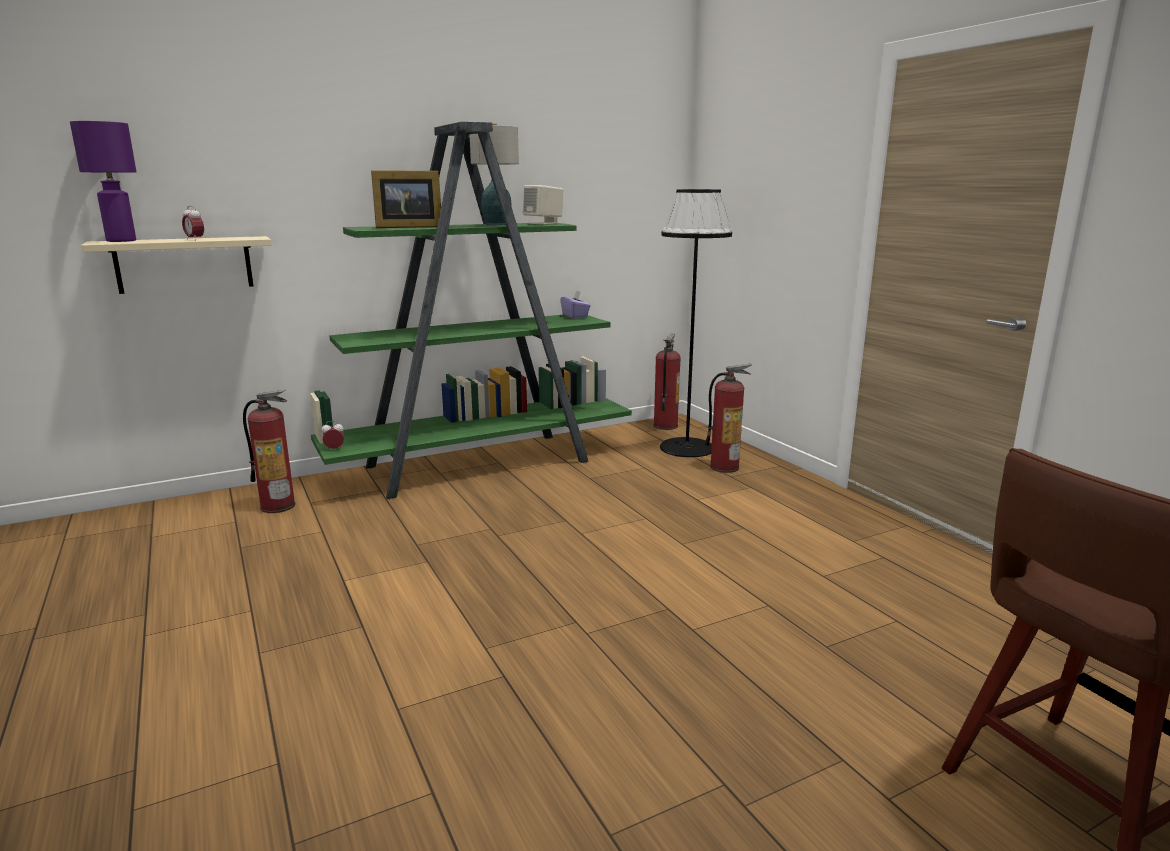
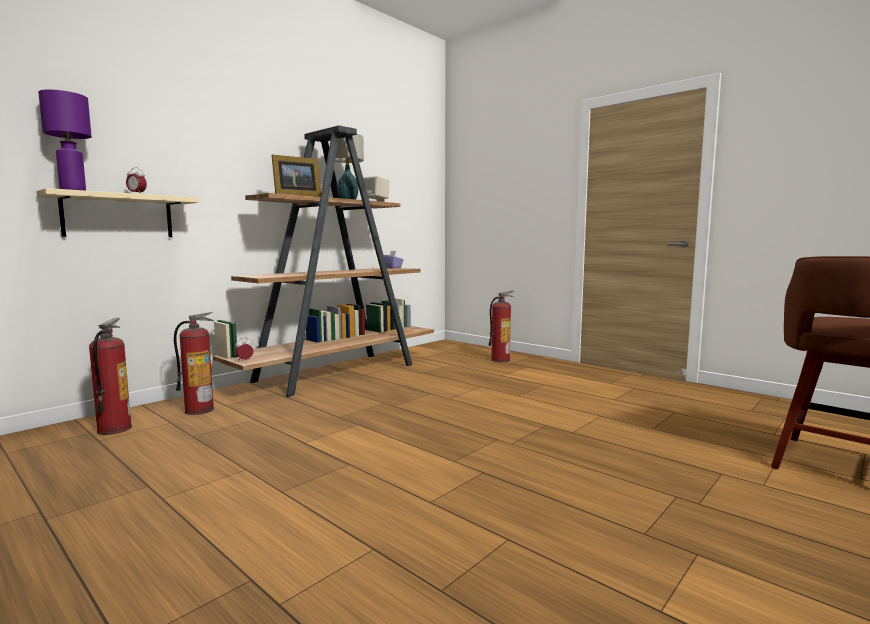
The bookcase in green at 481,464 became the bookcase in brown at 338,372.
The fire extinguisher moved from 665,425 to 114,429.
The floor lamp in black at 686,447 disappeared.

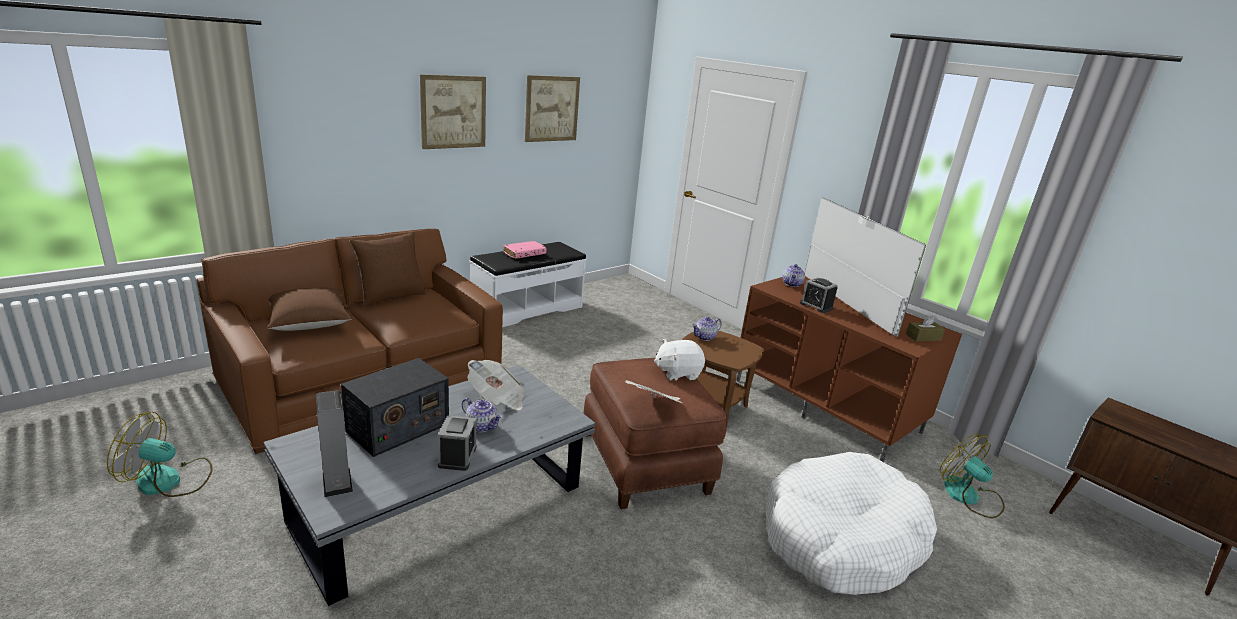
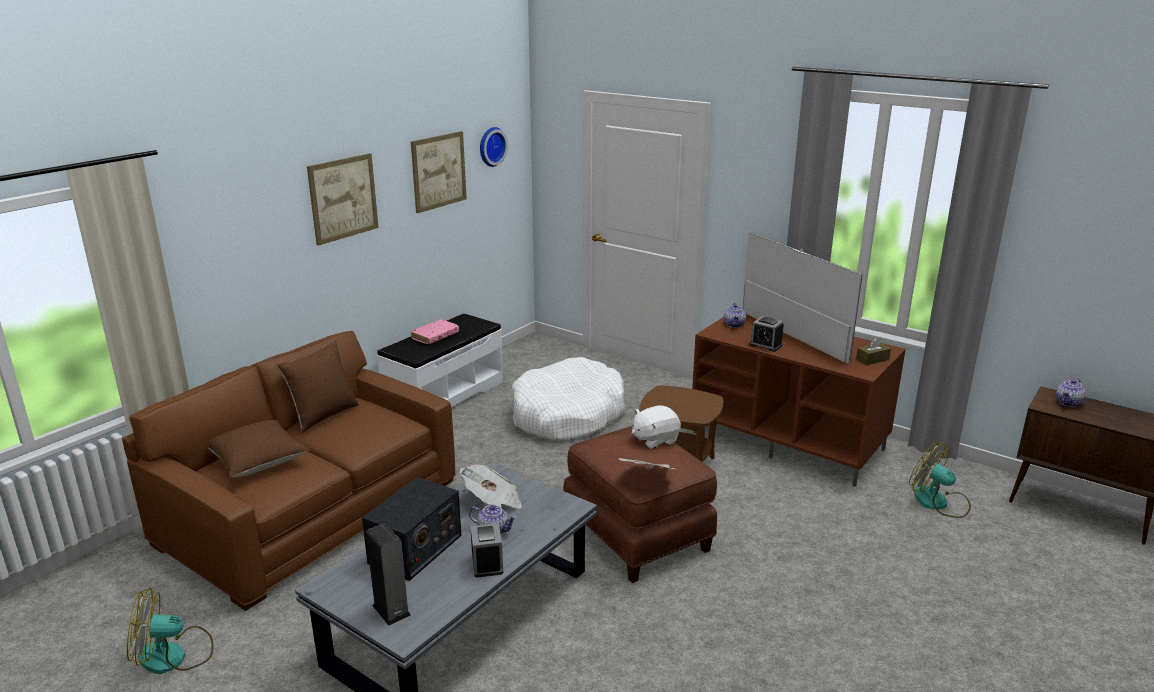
The teapot moved from 705,337 to 1068,403.
The dog bed in white moved from 841,538 to 567,415.
The wall clock at 490,146 appeared.

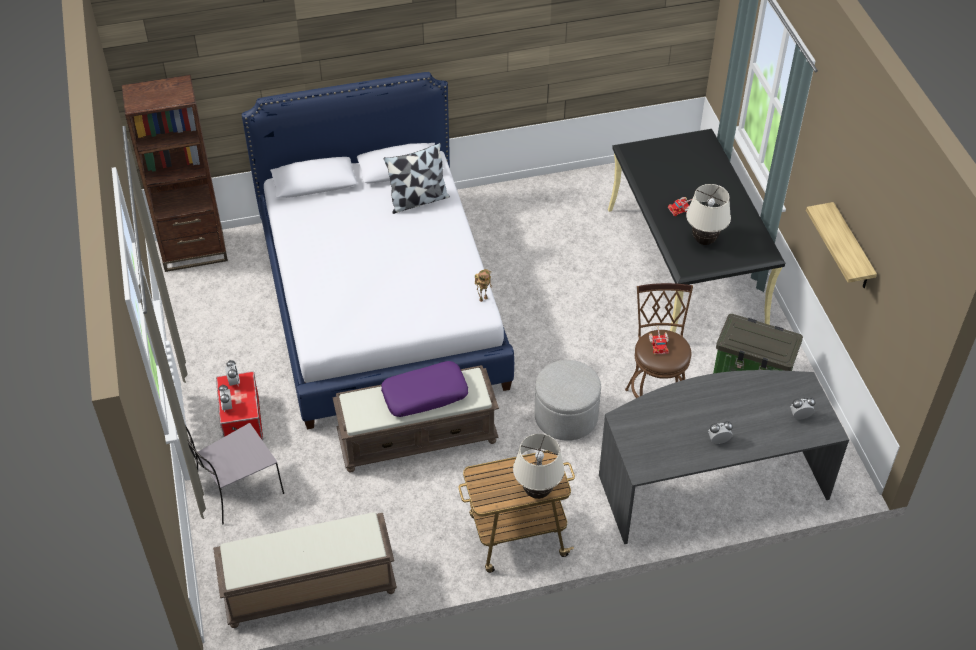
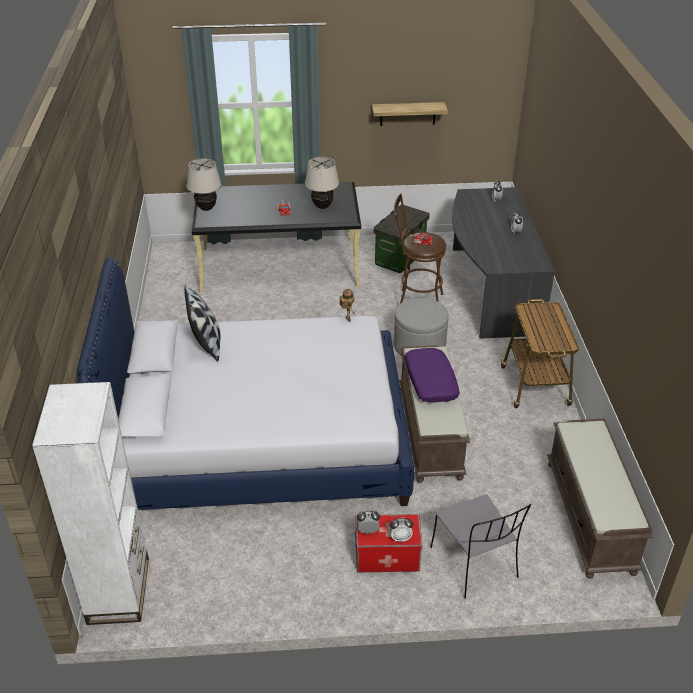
The bookcase in brown at 194,251 became the bookcase in white at 119,591.
The table lamp in beige moved from 537,492 to 206,208.

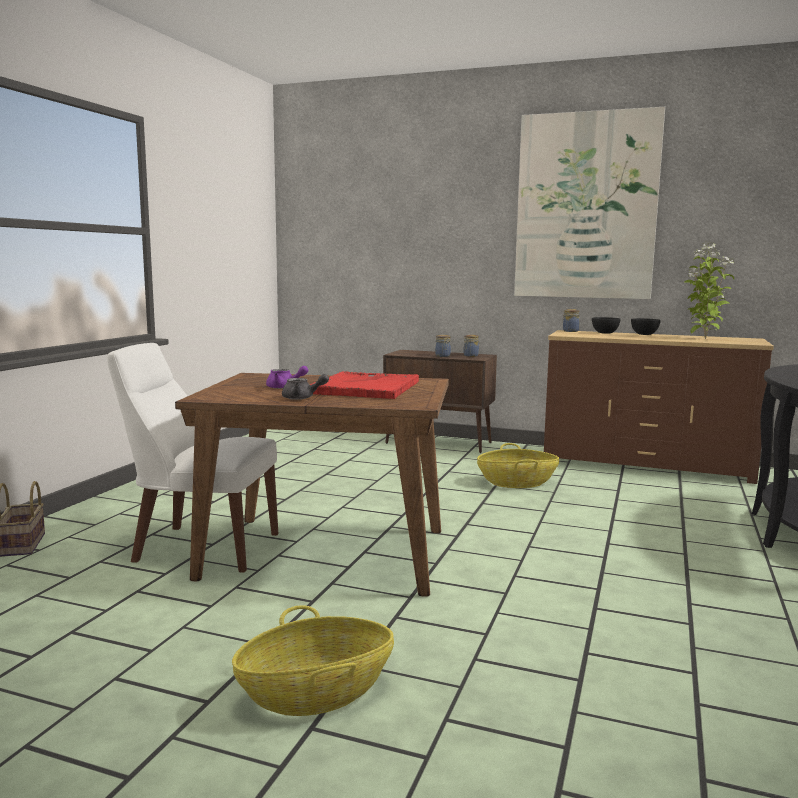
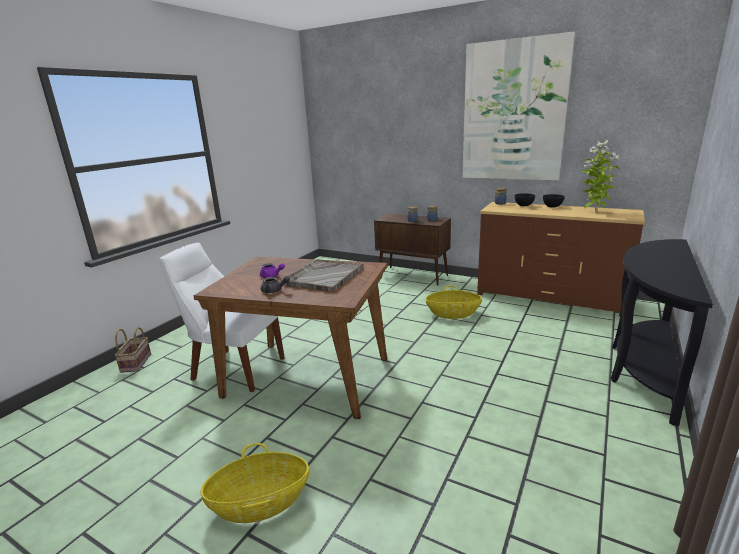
The tray in red at 366,388 became the tray in grey at 324,276.

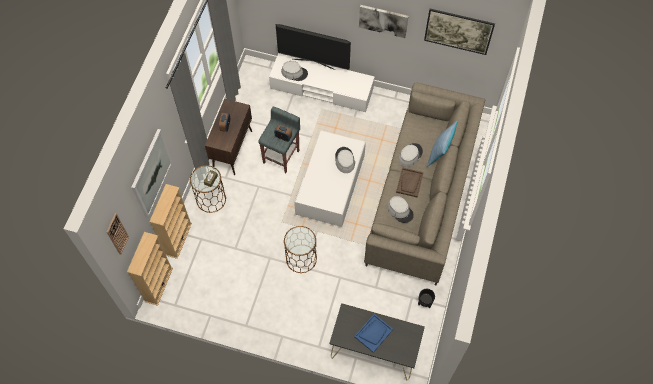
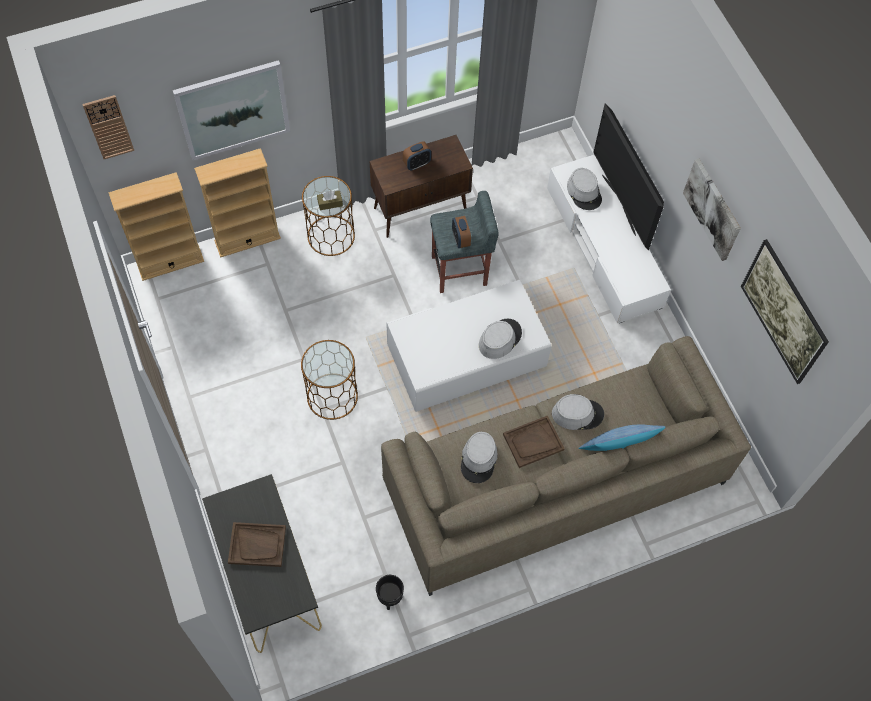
The tray in blue at 373,333 became the tray in brown at 257,545.

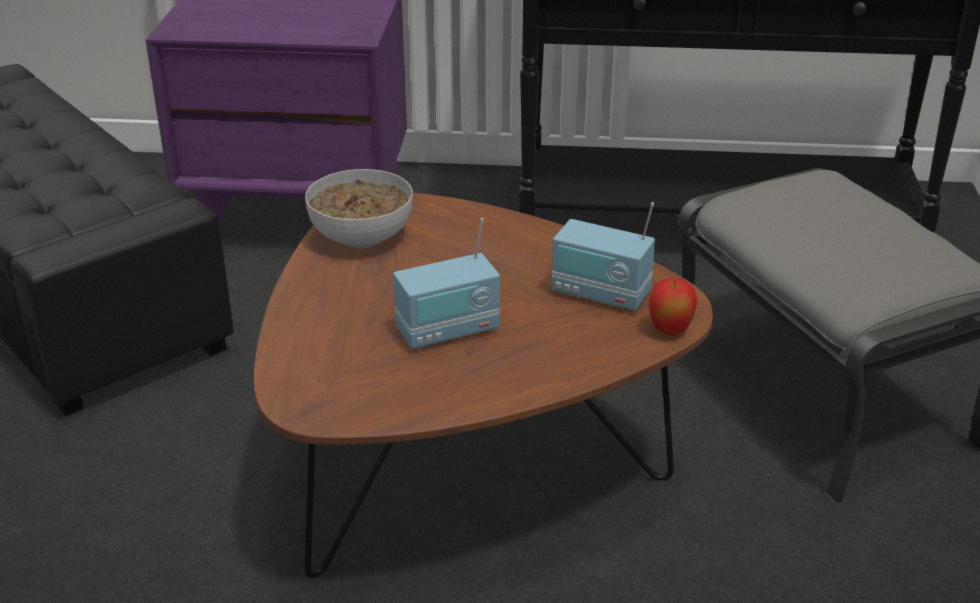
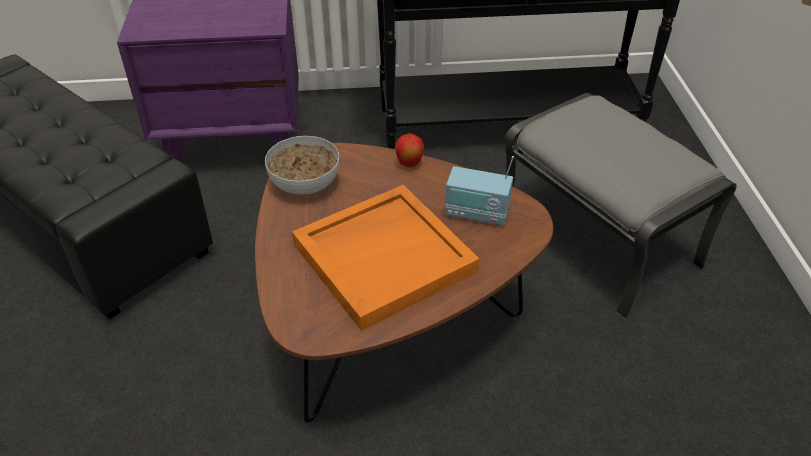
The radio at 448,331 was replaced by the tray in orange at 384,257.
The apple moved from 670,331 to 409,164.

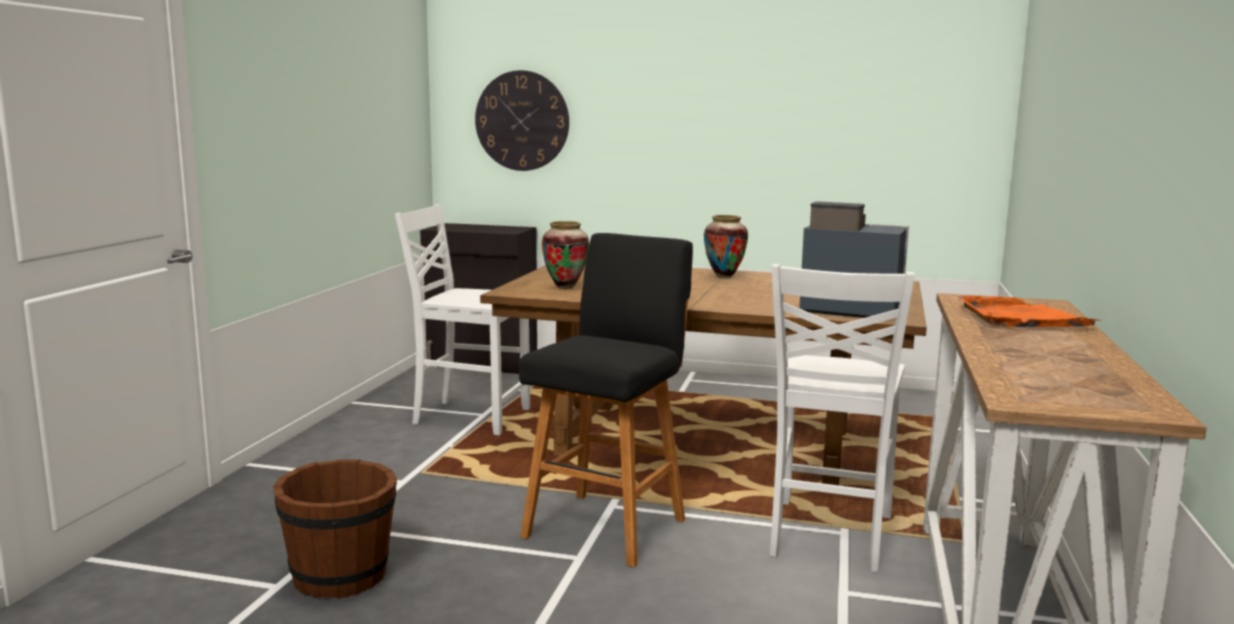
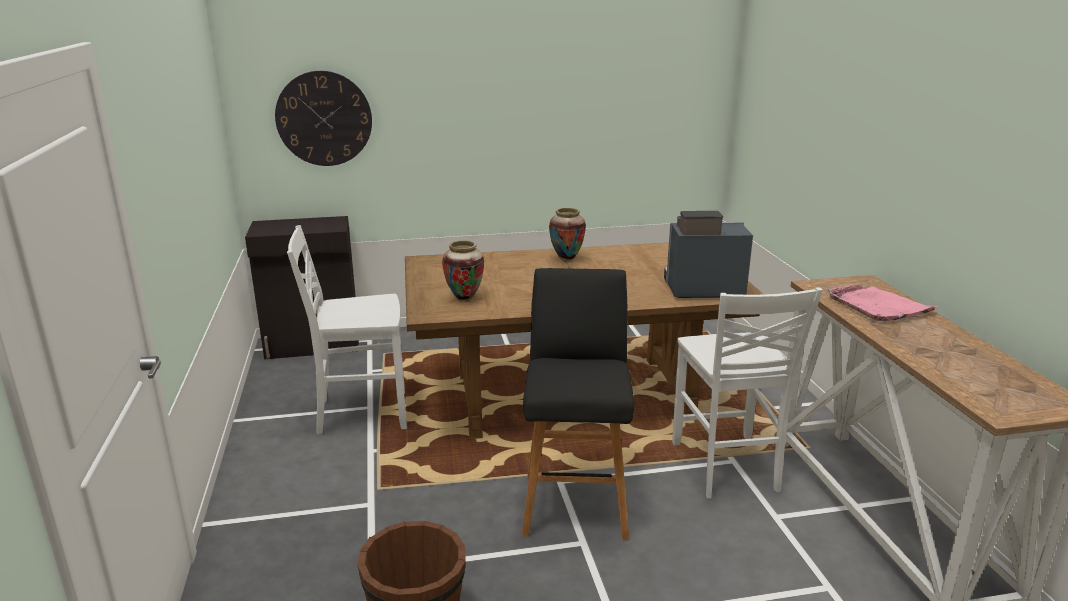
The tray in orange at 1021,318 became the tray in pink at 878,306.

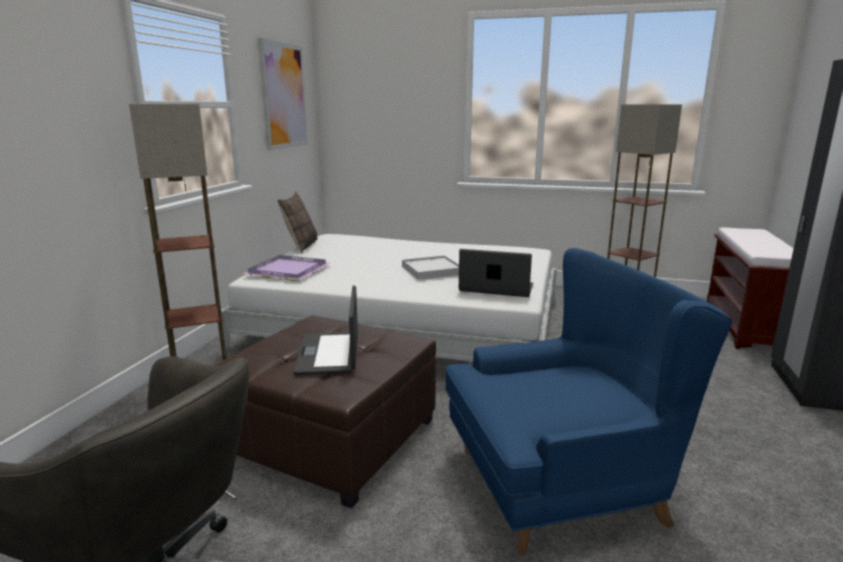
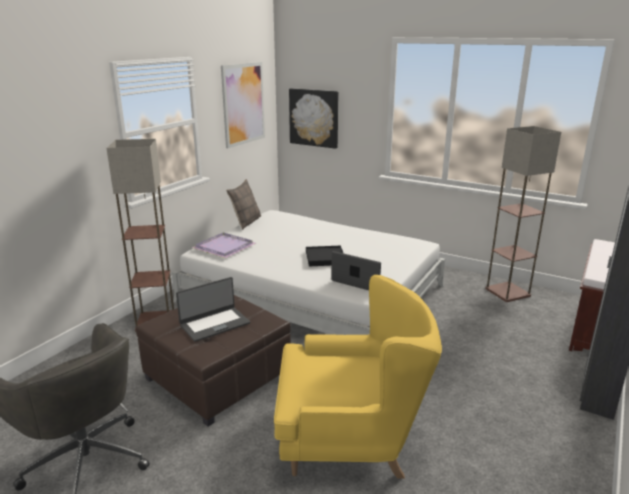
The laptop at 329,353 turned 135 degrees counterclockwise.
The tray in white at 432,270 became the tray in black at 325,258.
The armchair in blue at 564,483 became the armchair in yellow at 350,436.
The picture at 314,118 appeared.

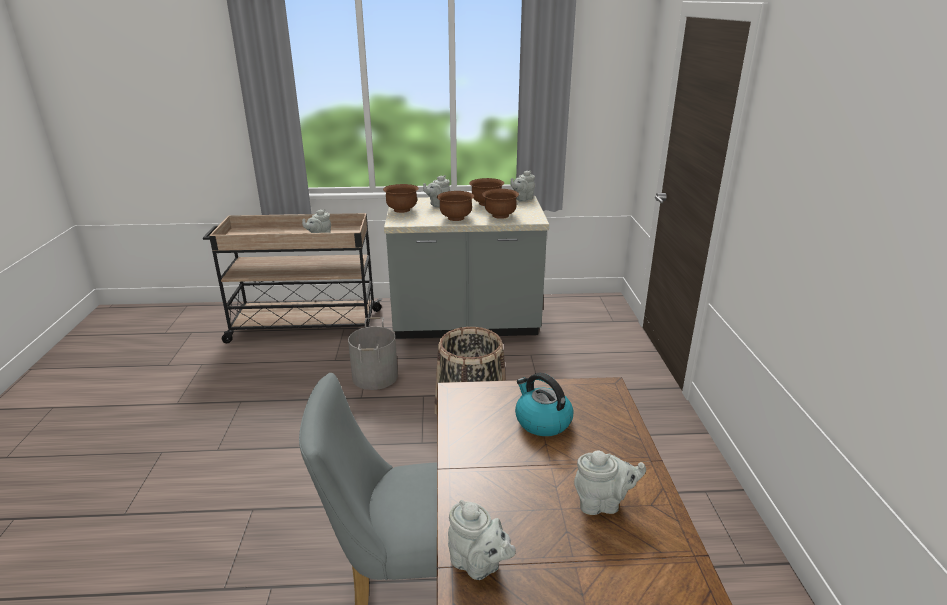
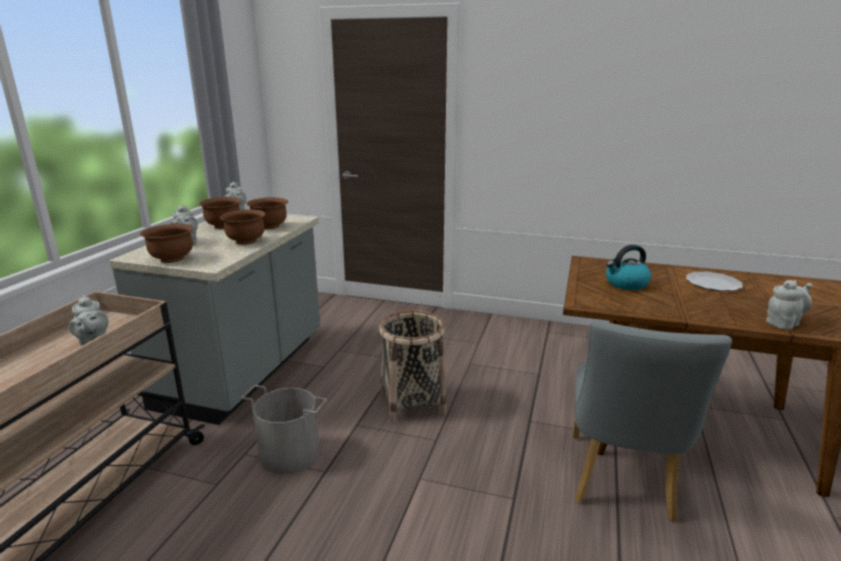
The teapot in grey at 602,503 was replaced by the plate at 713,284.

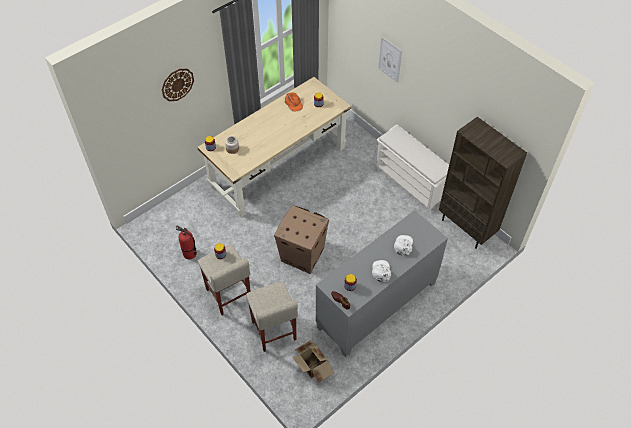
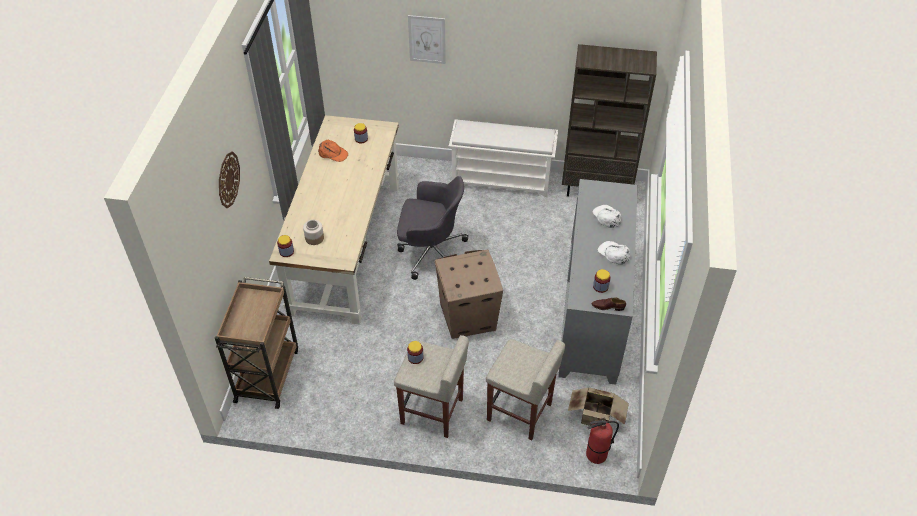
The fire extinguisher moved from 189,254 to 596,455.
The cart in brown at 267,374 appeared.
The office chair in grey at 431,252 appeared.

